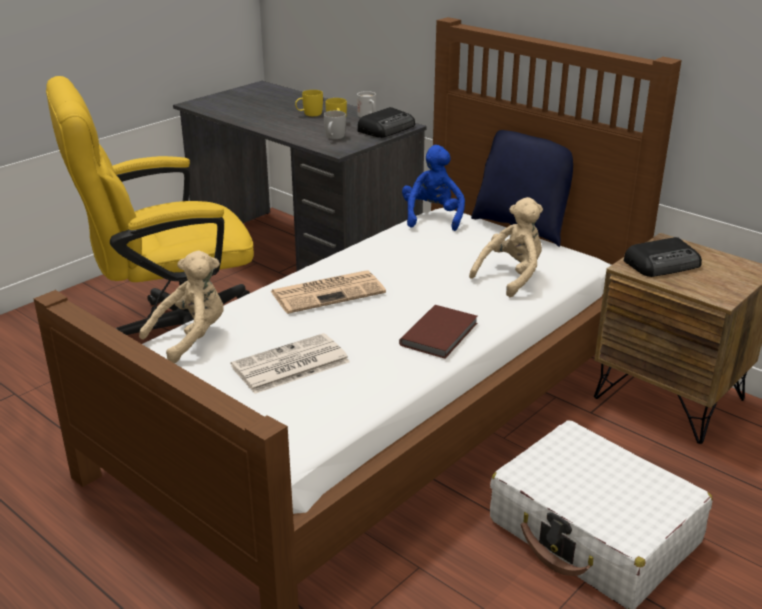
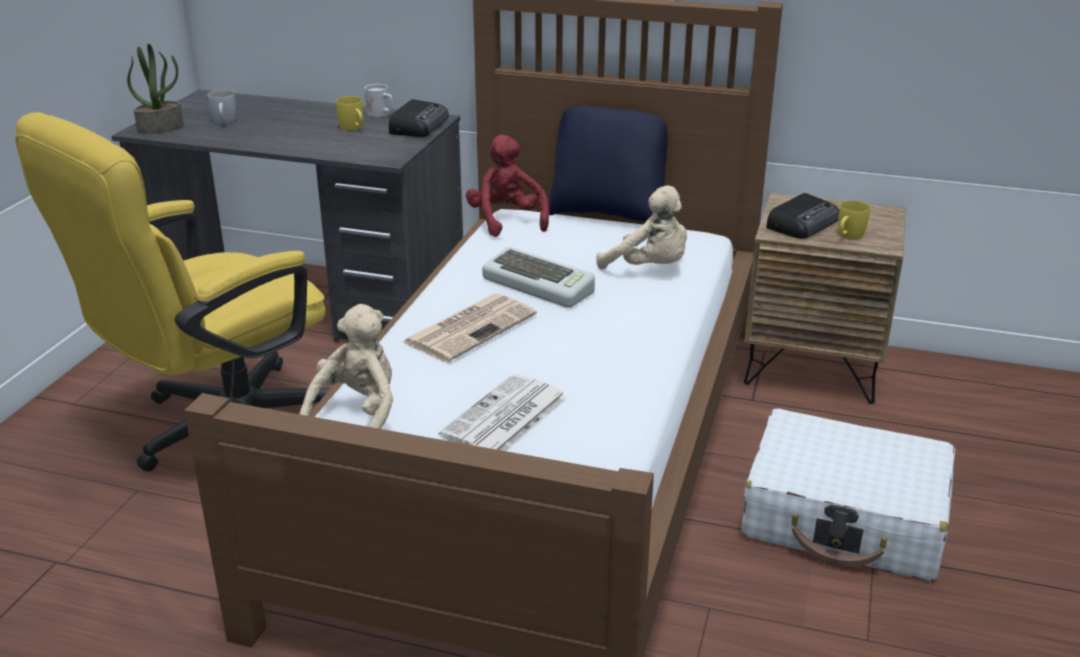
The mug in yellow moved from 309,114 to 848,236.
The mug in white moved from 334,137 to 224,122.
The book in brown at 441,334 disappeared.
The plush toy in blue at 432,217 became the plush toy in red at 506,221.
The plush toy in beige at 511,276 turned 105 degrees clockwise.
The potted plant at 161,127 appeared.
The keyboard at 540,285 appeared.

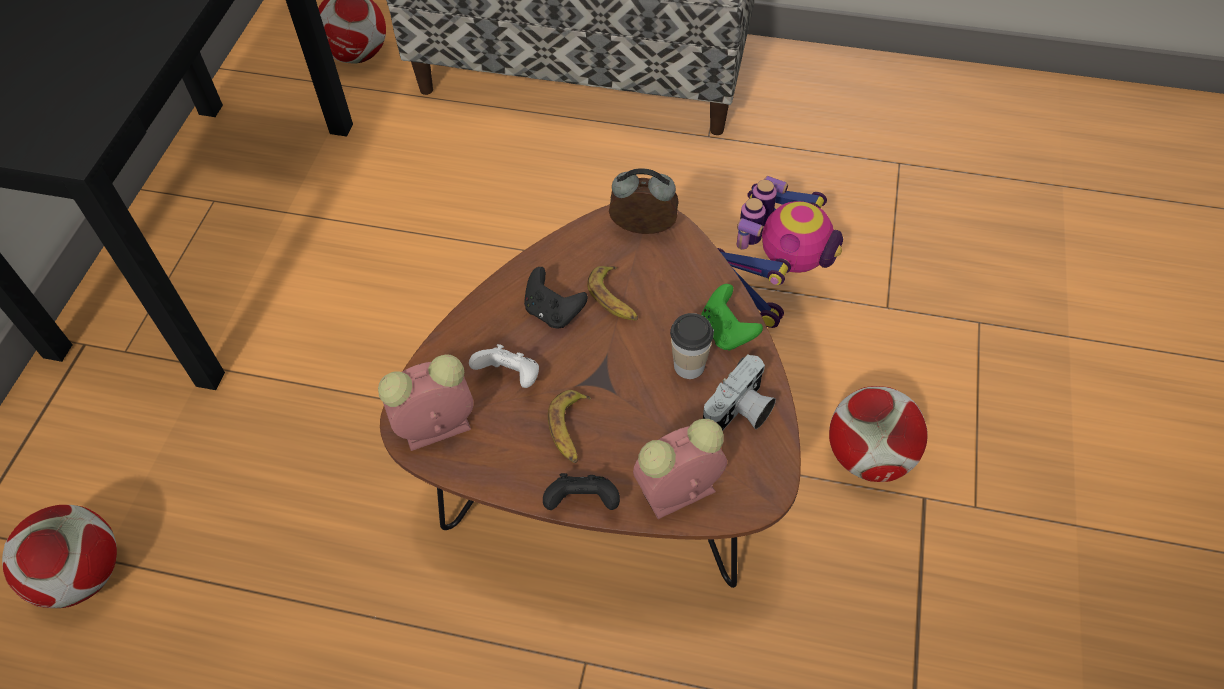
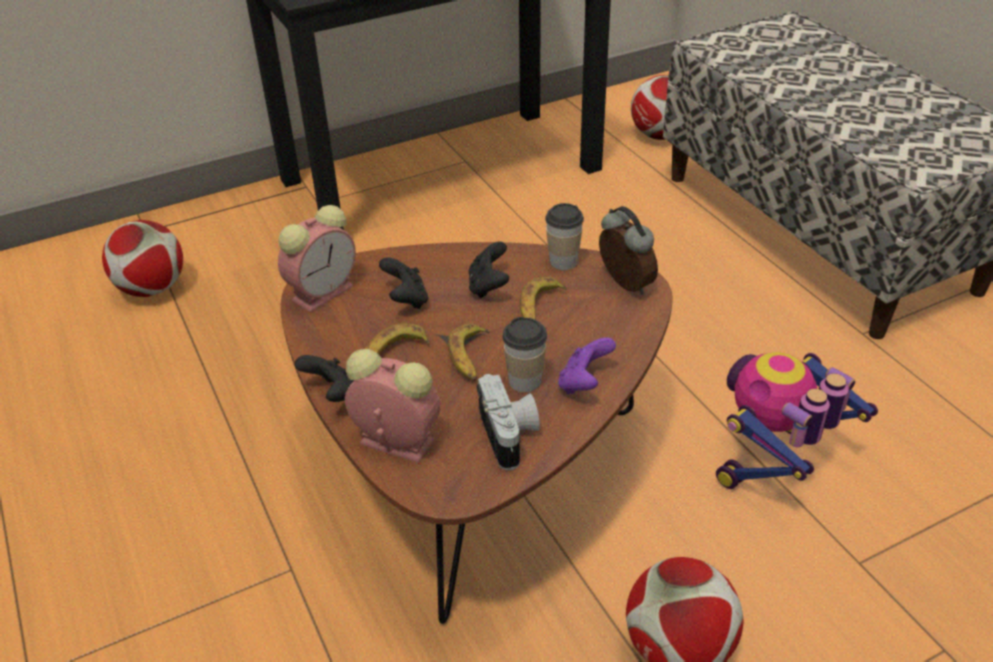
The alarm clock at 434,429 turned 105 degrees clockwise.
The game controller in white at 510,377 became the game controller in black at 406,299.
The game controller in green at 726,332 became the game controller in purple at 584,383.
The photo camera at 739,414 turned 105 degrees counterclockwise.
The toy robot at 773,282 turned 150 degrees clockwise.
The banana at 469,358 appeared.
The cup at 563,261 appeared.

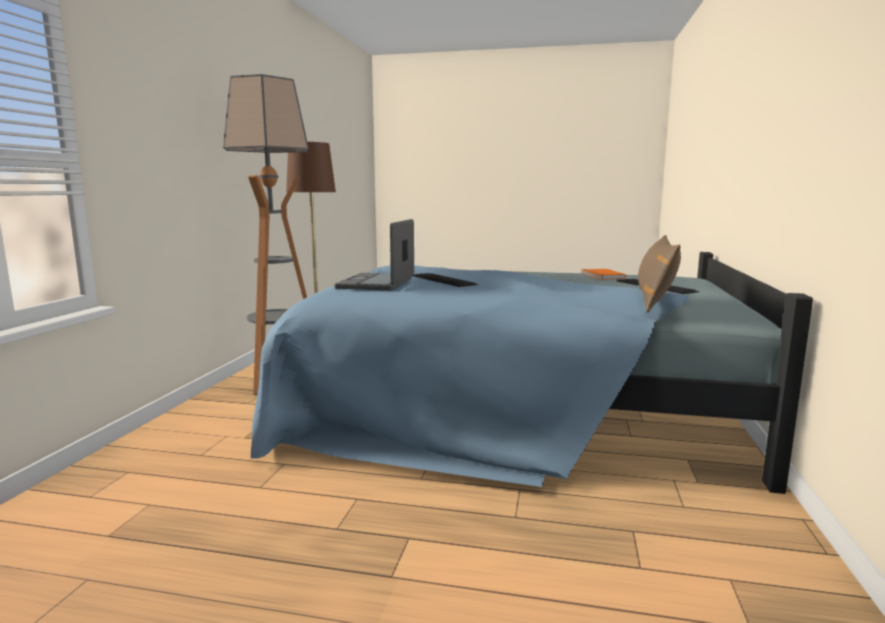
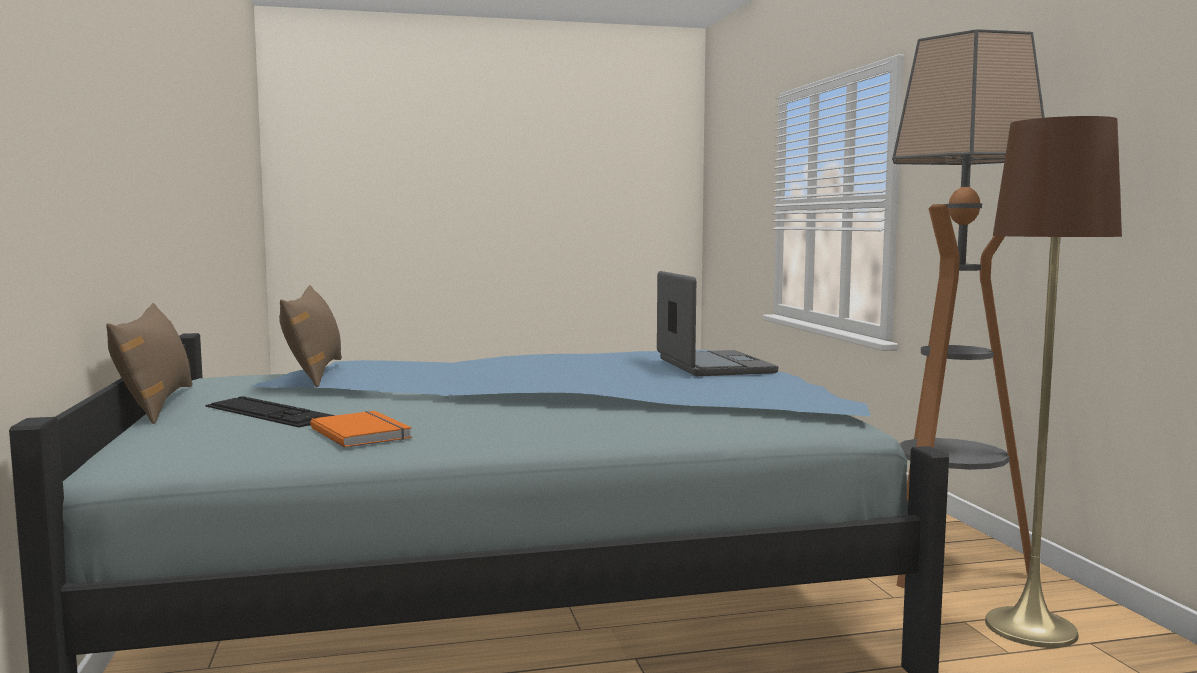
The keyboard at 443,280 disappeared.
The pillow in brown at 156,404 appeared.

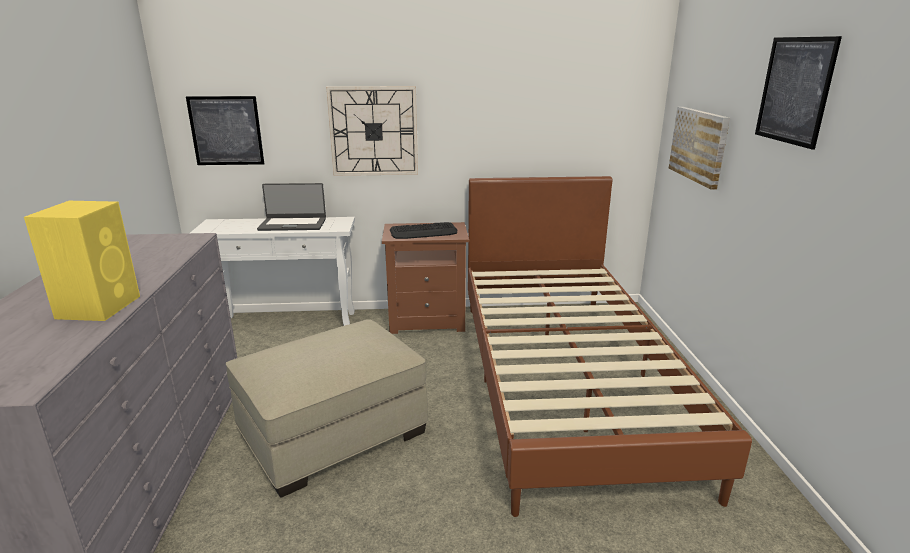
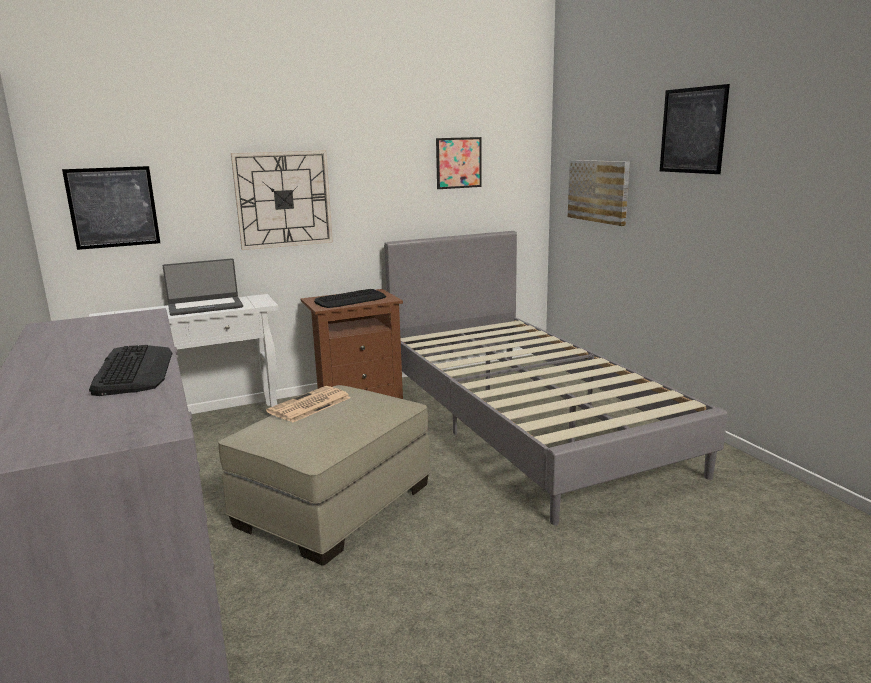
The speaker in yellow at 100,306 was replaced by the keyboard at 134,370.
The bed in brown at 564,381 became the bed in grey at 525,421.
The newspaper at 309,405 appeared.
The picture at 458,163 appeared.

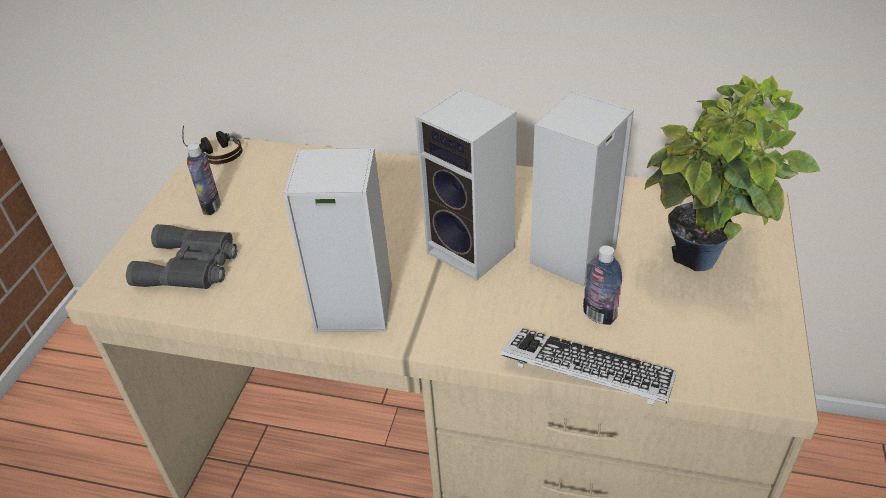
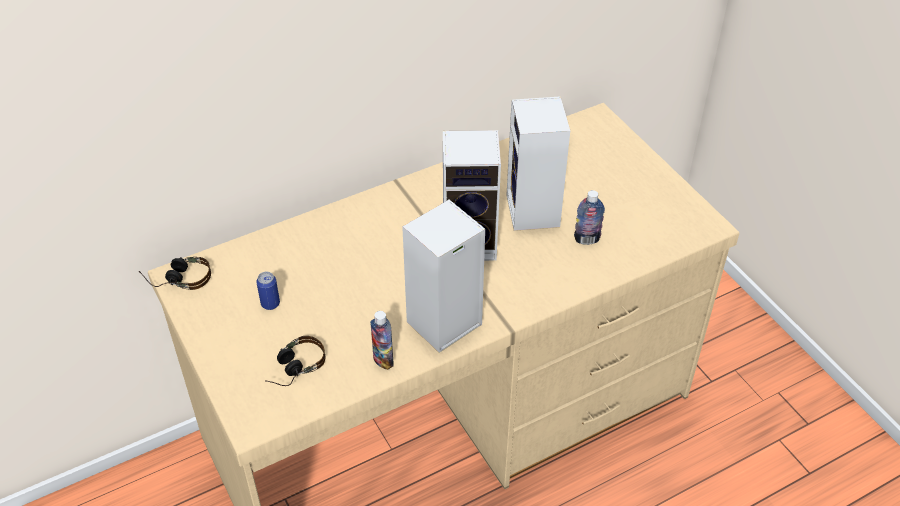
The binoculars in grey at 190,266 was replaced by the headphones at 293,369.
The bottle moved from 211,207 to 383,360.
The keyboard at 586,373 disappeared.
The potted plant at 702,266 disappeared.
The can at 270,304 appeared.

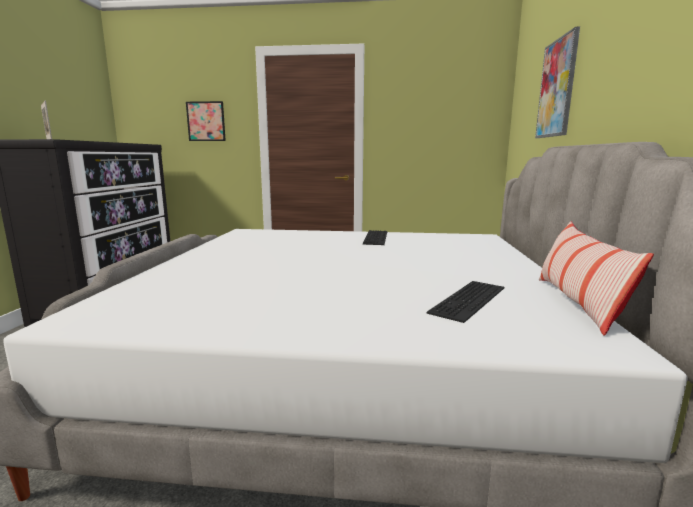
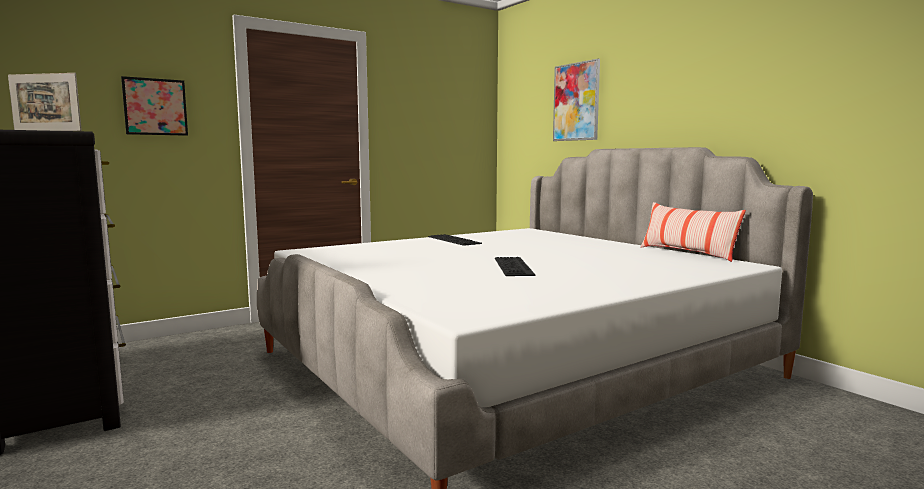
The keyboard moved from 470,300 to 515,266.

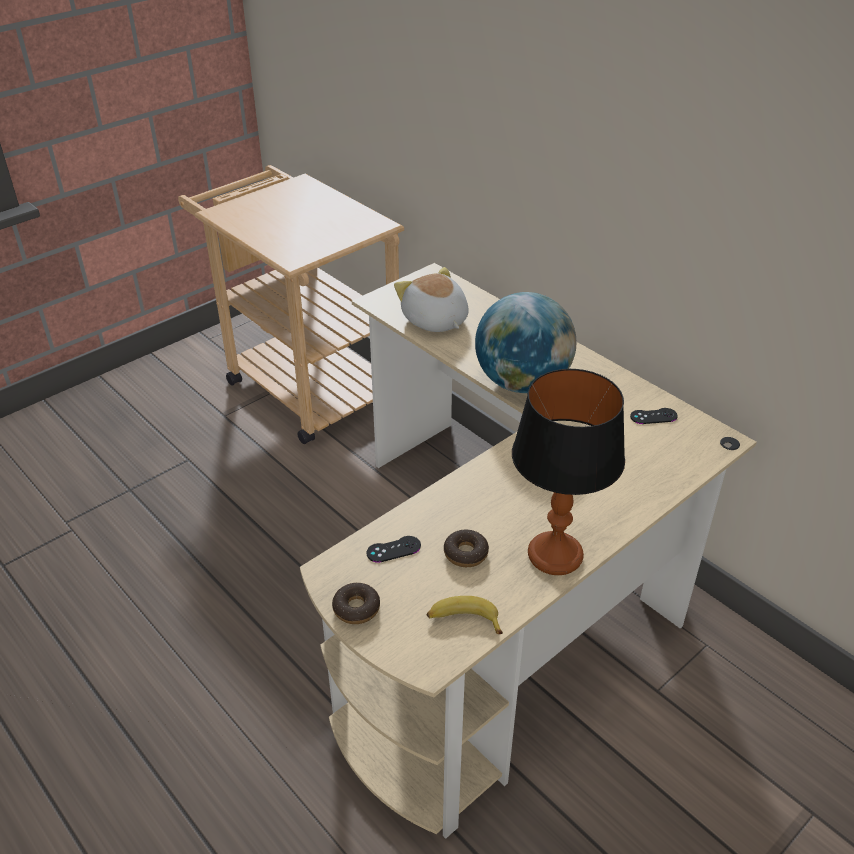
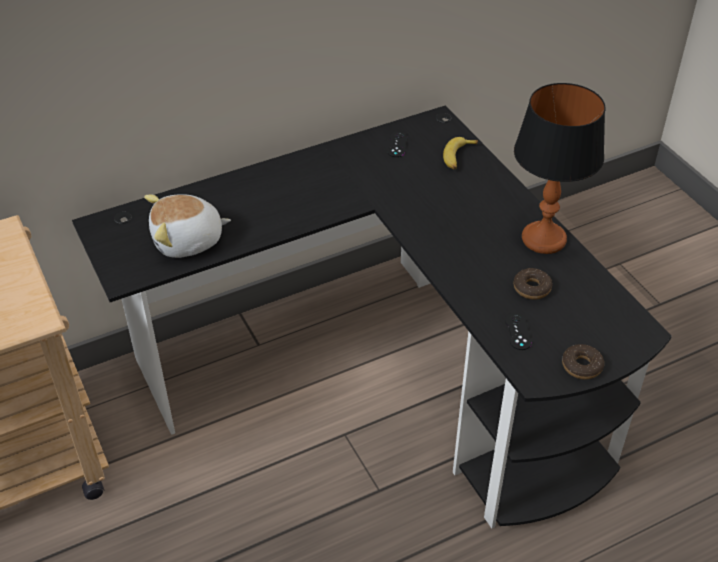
The desk in beige at 503,596 became the desk in black at 387,373.
The banana moved from 463,620 to 458,157.
The globe at 522,383 disappeared.

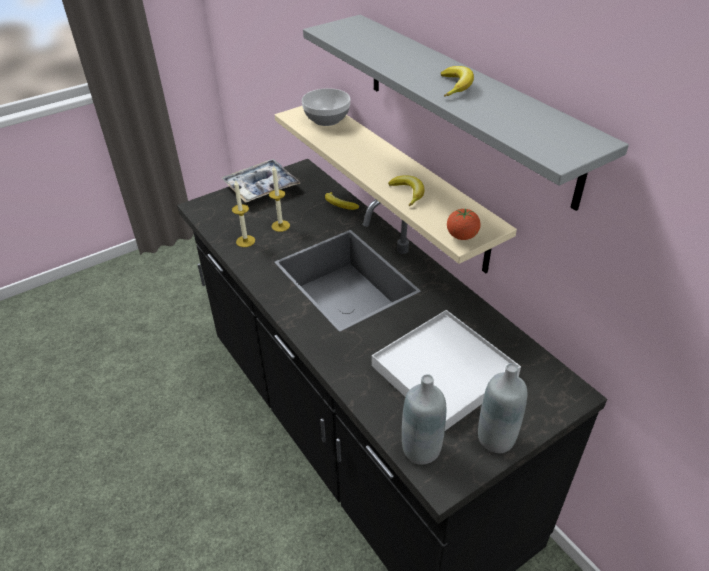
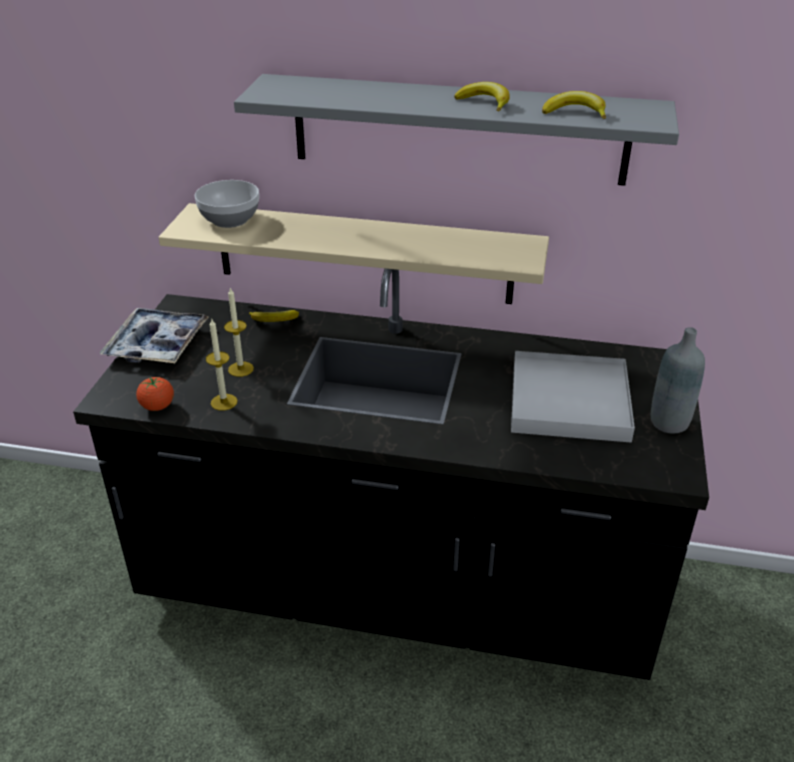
The banana moved from 408,193 to 575,113.
The bottle in grey at 421,449 disappeared.
The tomato moved from 462,236 to 157,407.

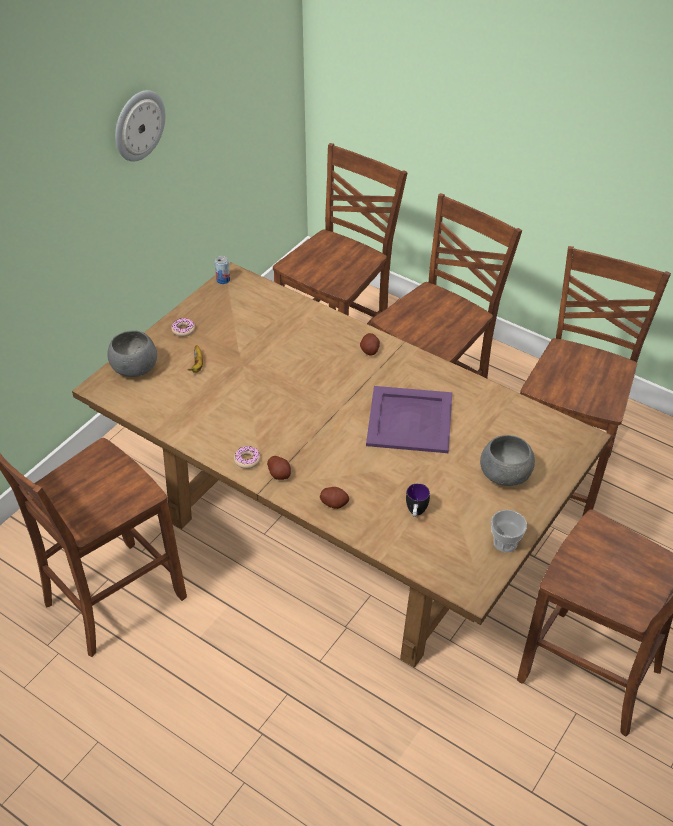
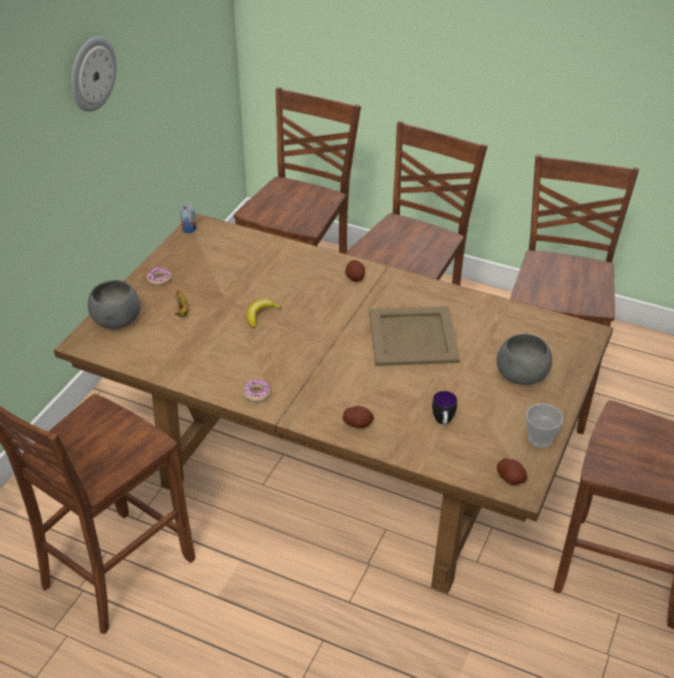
The potato moved from 279,474 to 511,478.
The tray in purple at 410,419 became the tray in beige at 413,336.
The banana at 261,315 appeared.

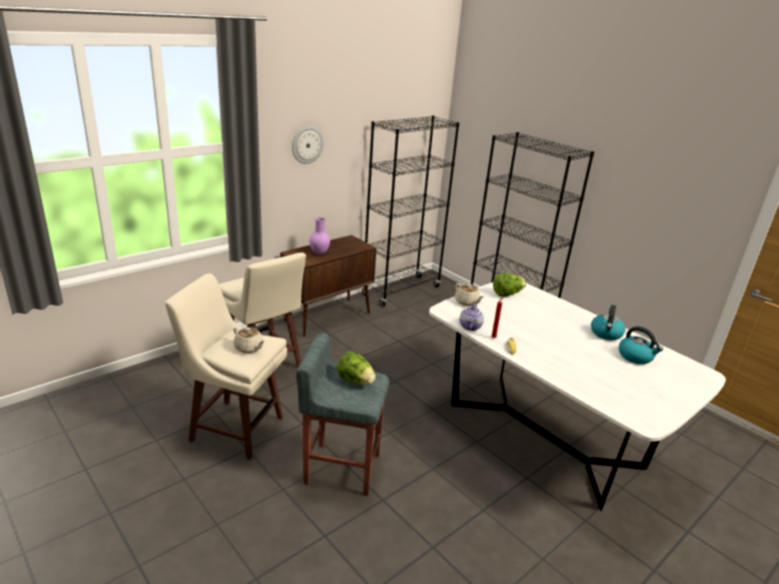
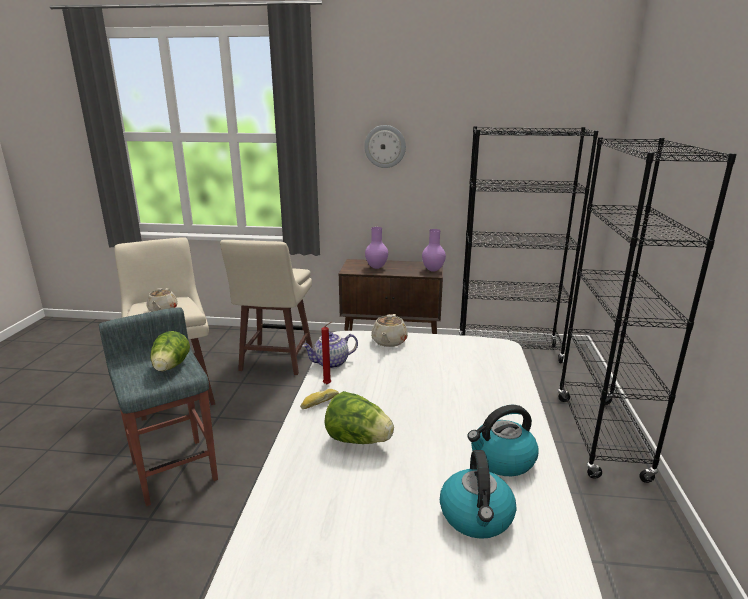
The lettuce moved from 507,294 to 358,440.
The vase in purple at 433,270 appeared.

